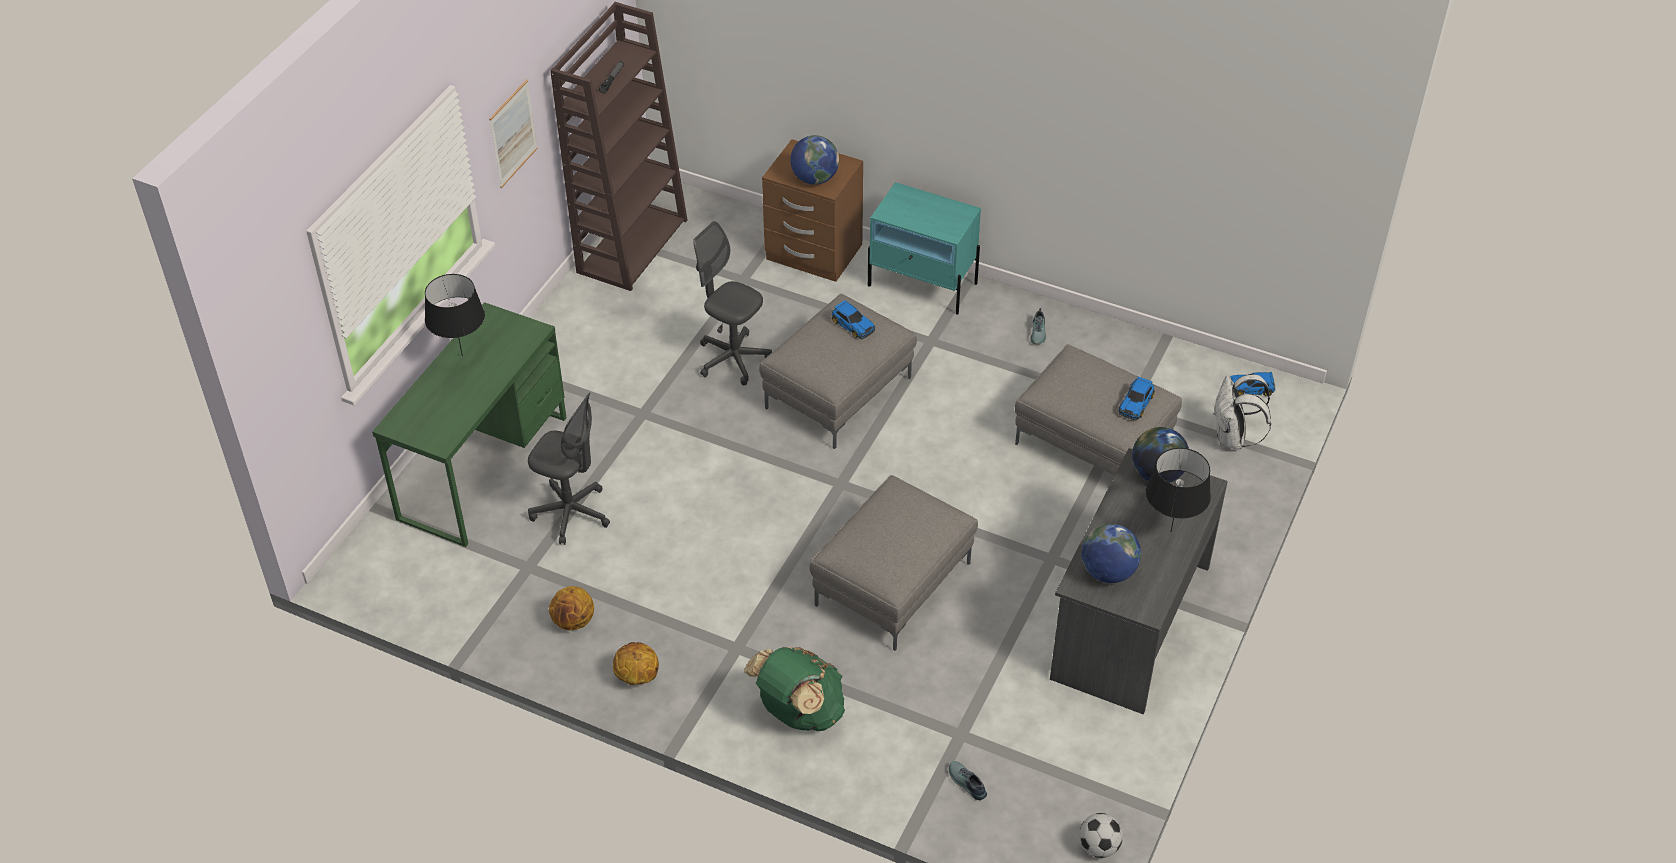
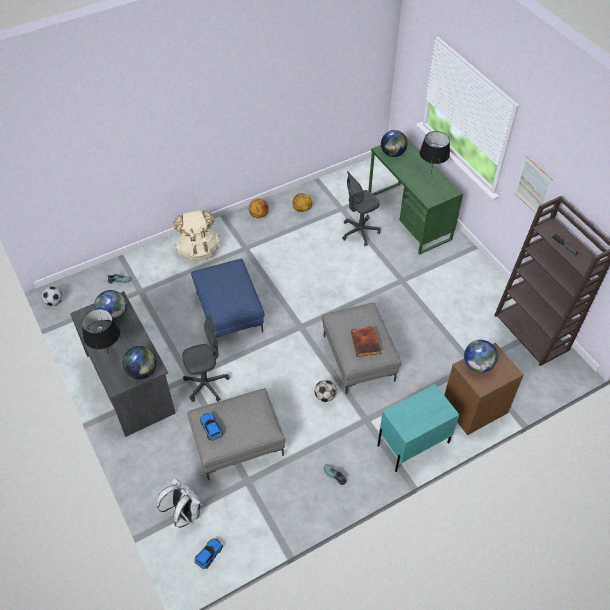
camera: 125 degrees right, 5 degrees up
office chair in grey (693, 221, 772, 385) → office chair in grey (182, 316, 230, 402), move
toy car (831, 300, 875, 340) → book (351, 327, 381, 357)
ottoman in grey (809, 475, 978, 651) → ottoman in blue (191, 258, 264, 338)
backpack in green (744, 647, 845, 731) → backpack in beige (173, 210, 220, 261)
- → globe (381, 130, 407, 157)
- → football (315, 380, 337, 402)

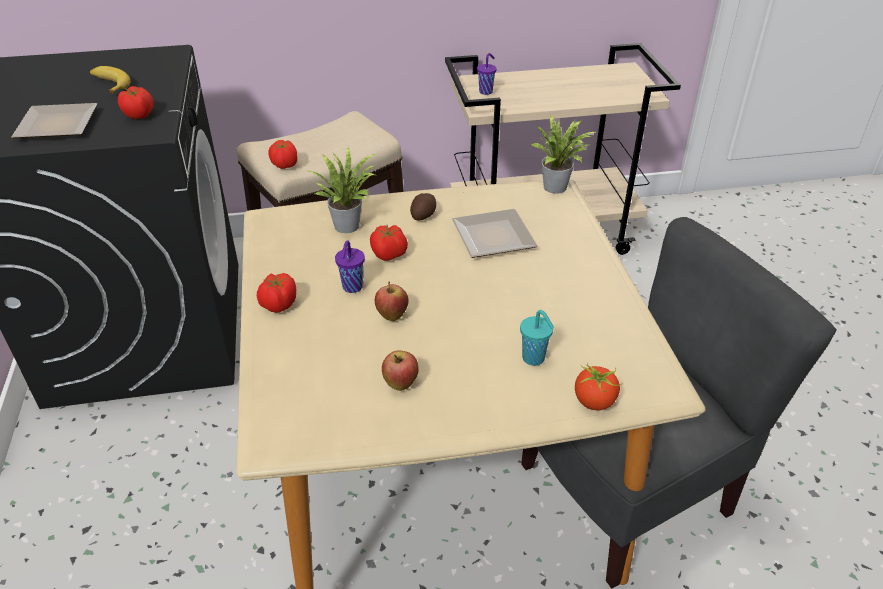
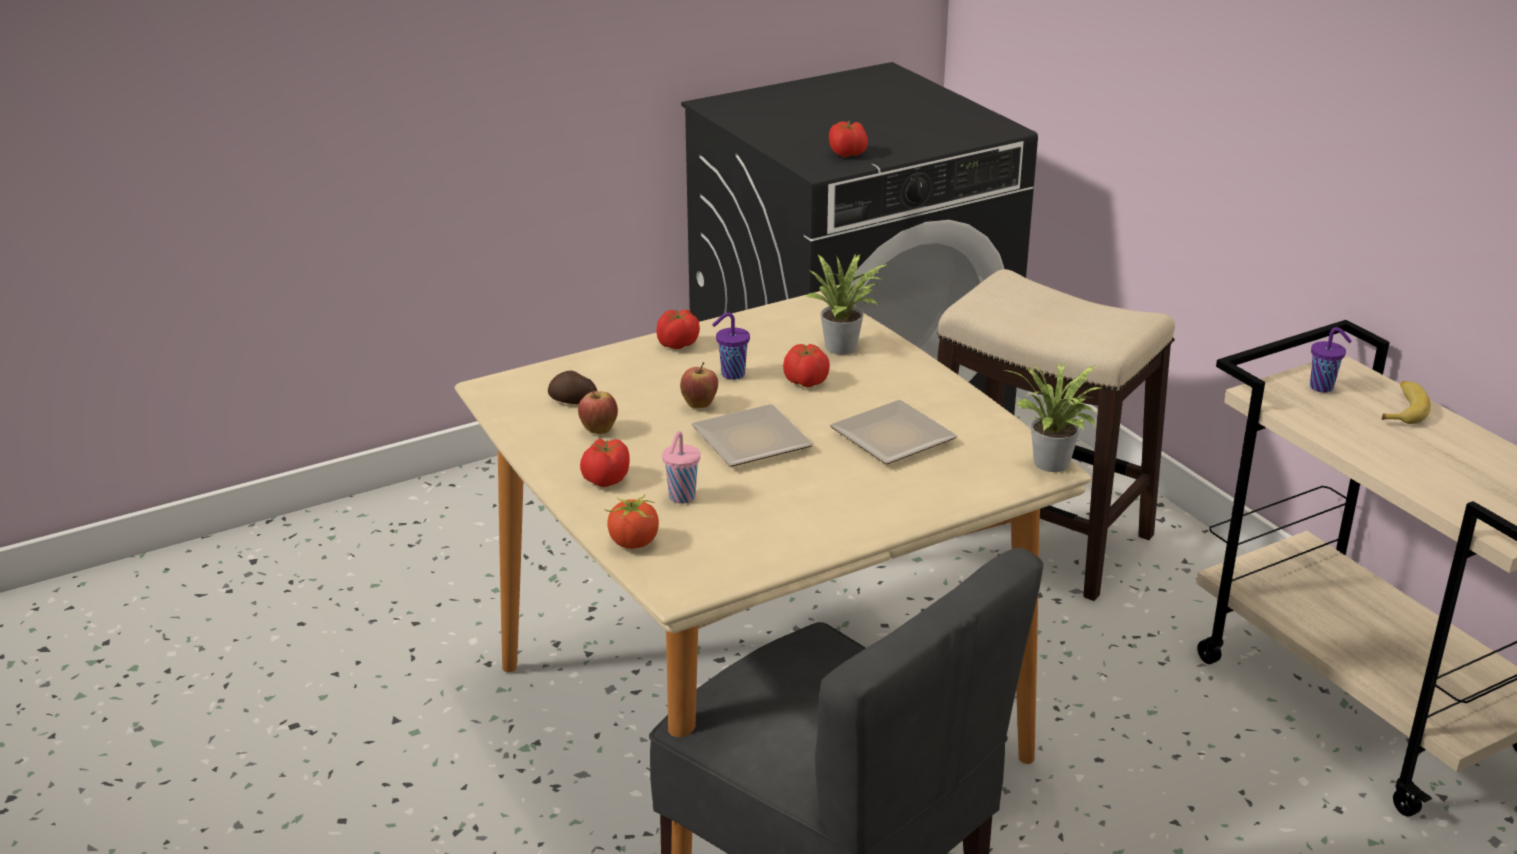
camera: 70 degrees right, 10 degrees down
banana (90, 66, 131, 94) → banana (1382, 381, 1431, 424), move
plate (12, 103, 97, 138) → plate (691, 404, 813, 467), move
tomato (268, 140, 298, 169) → tomato (580, 439, 630, 487), move
potato (410, 193, 436, 221) → potato (548, 371, 597, 404), move
cup in turquoise (520, 310, 554, 366) → cup in pink (662, 431, 700, 504)

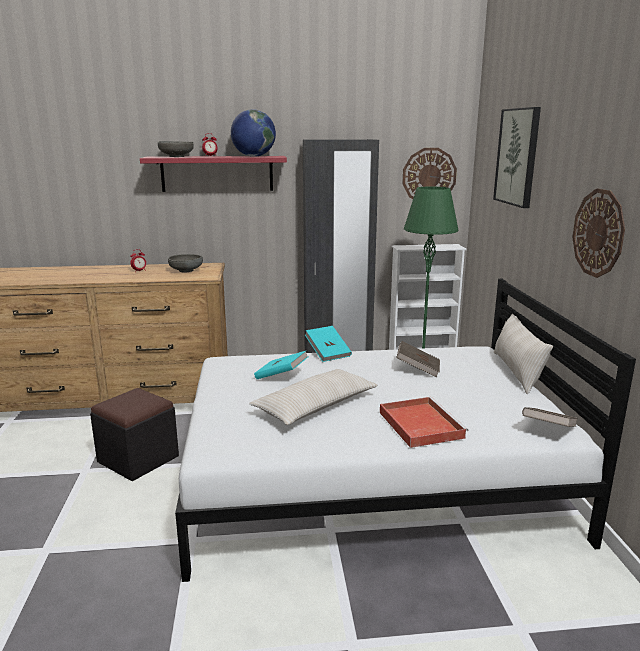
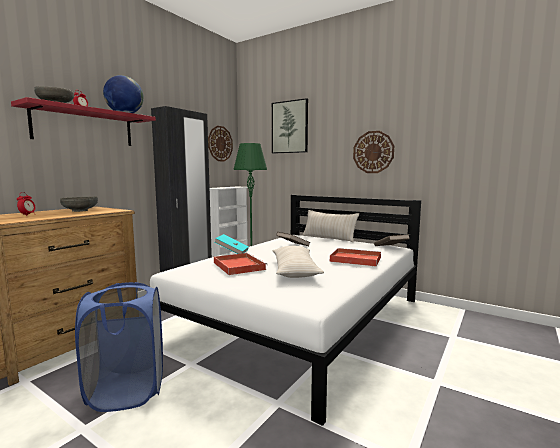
camera: 50 degrees left, 10 degrees down
book in turquoise (254, 351, 309, 379) → tray in red (214, 253, 267, 275)
ottoman in black (90, 388, 179, 481) → laundry basket in blue (75, 282, 163, 412)

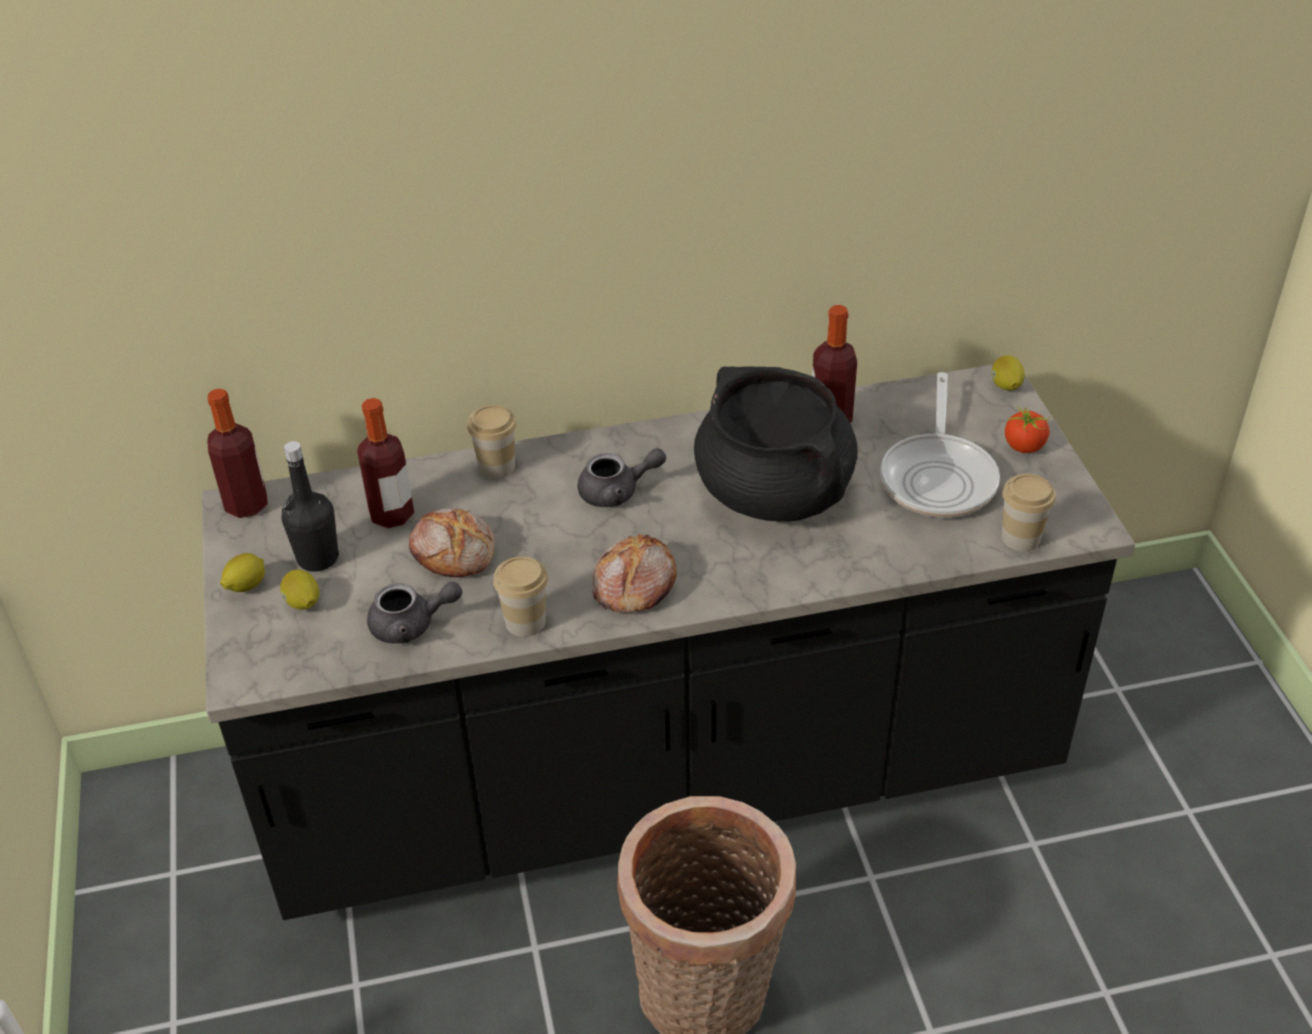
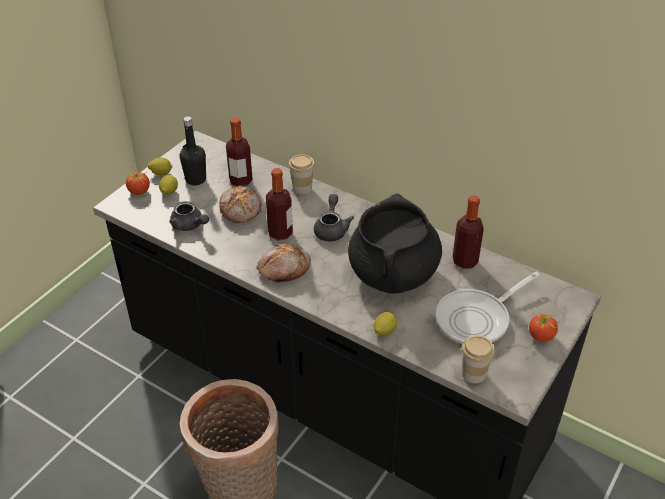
camera: 45 degrees right, 0 degrees up
lemon (991, 355, 1025, 391) → lemon (374, 312, 397, 335), move
bottle (207, 389, 268, 518) → bottle (266, 168, 293, 240), move
teapot in grey (578, 448, 666, 507) → teapot in grey (314, 194, 354, 242), 120 degrees counterclockwise
cup (493, 557, 548, 637) → -
- → tomato (124, 168, 150, 195)

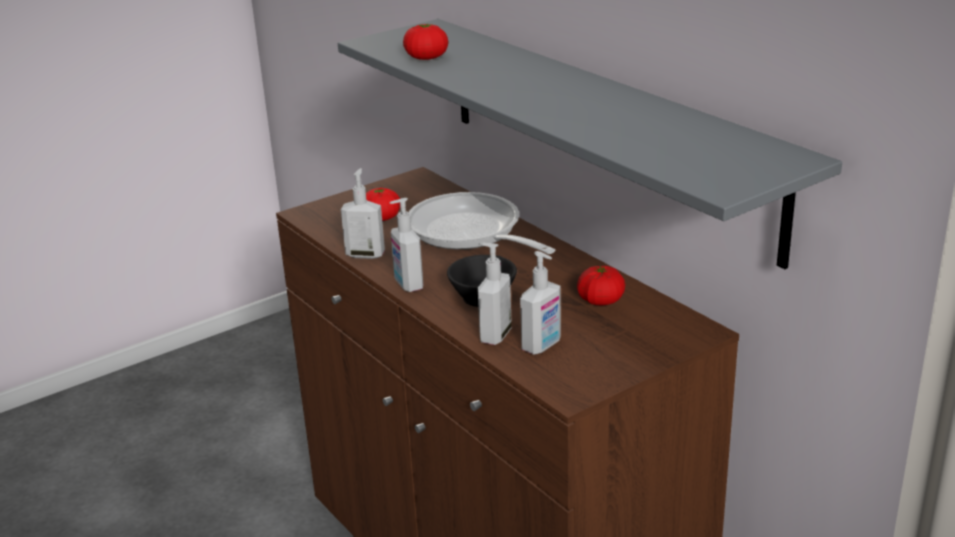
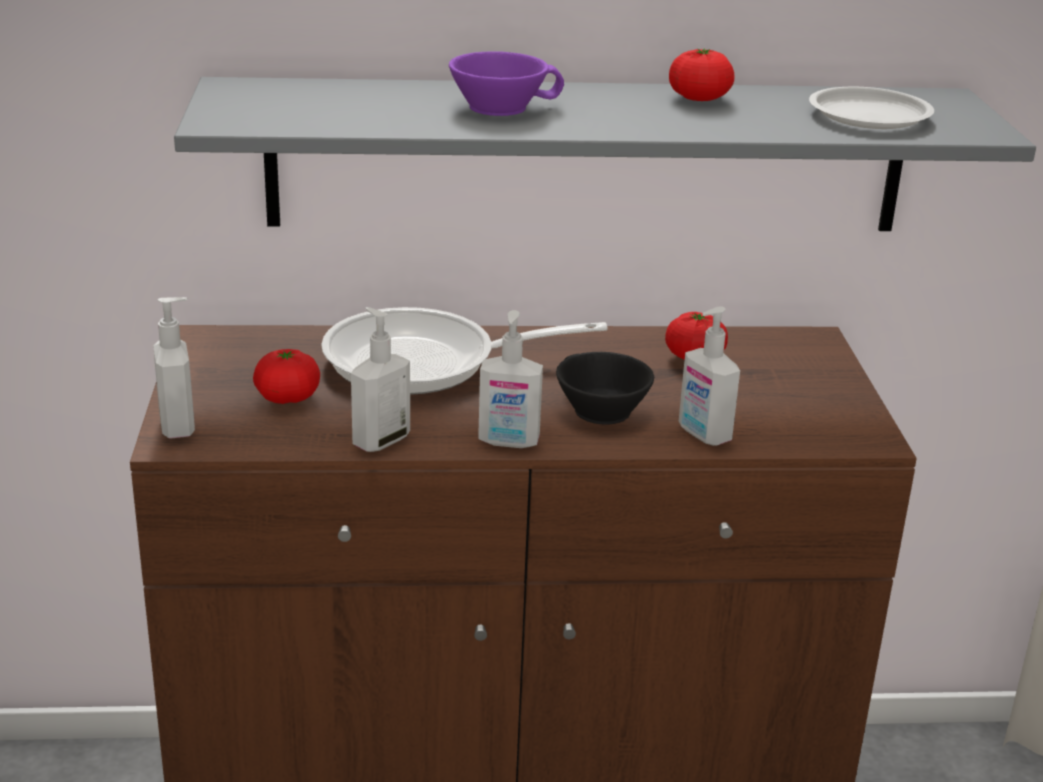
camera: 60 degrees left, 0 degrees up
tomato (403, 24, 448, 60) → tomato (669, 48, 735, 101), move
soap dispenser (520, 251, 561, 355) → soap dispenser (153, 297, 195, 438), move
- → cup in purple (449, 51, 564, 116)
- → plate in white (809, 87, 934, 129)

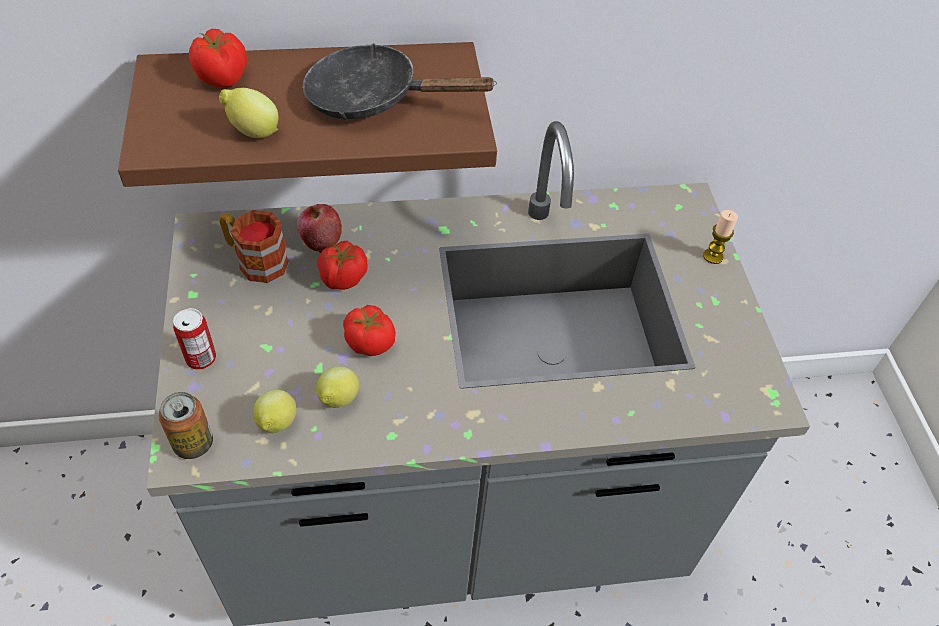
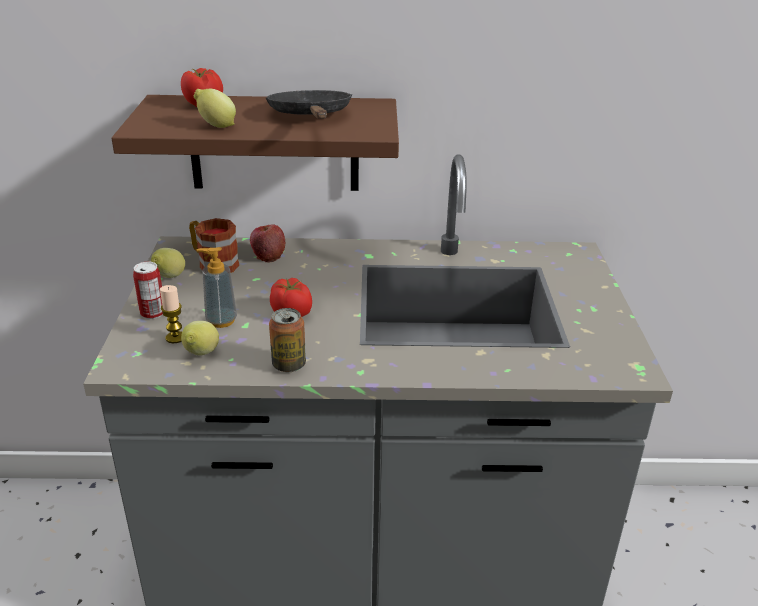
camera: 10 degrees right, 20 degrees down
frying pan in black (303, 43, 497, 119) → frying pan in black (266, 90, 352, 119), 60 degrees clockwise
candle (703, 210, 738, 264) → candle (160, 285, 182, 343), move
tomato (317, 241, 368, 290) → -
lemon (316, 366, 359, 408) → lemon (151, 248, 185, 278), move
can (159, 392, 213, 459) → can (269, 308, 306, 372), move
- → soap dispenser (196, 247, 237, 328)

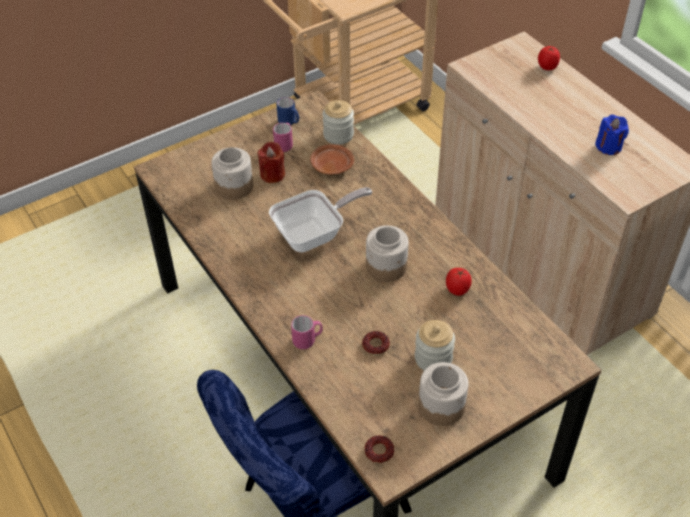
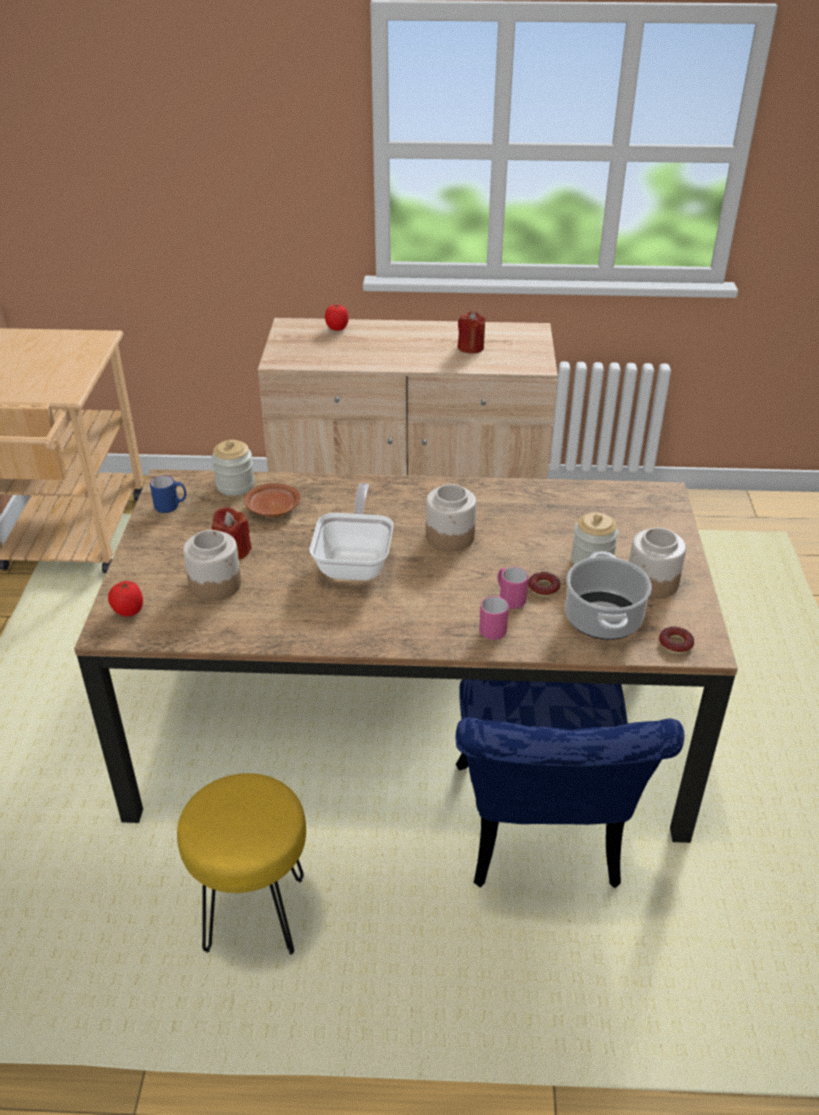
camera: 55 degrees left, 10 degrees down
candle in blue (595, 114, 629, 155) → candle in red (458, 311, 486, 353)
mug in pink (273, 123, 293, 152) → mug in pink (497, 567, 529, 609), move
tomato (446, 268, 472, 296) → tomato (108, 581, 143, 616), move
- → cooking pot (565, 551, 652, 640)
- → stool in yellow (177, 773, 306, 955)

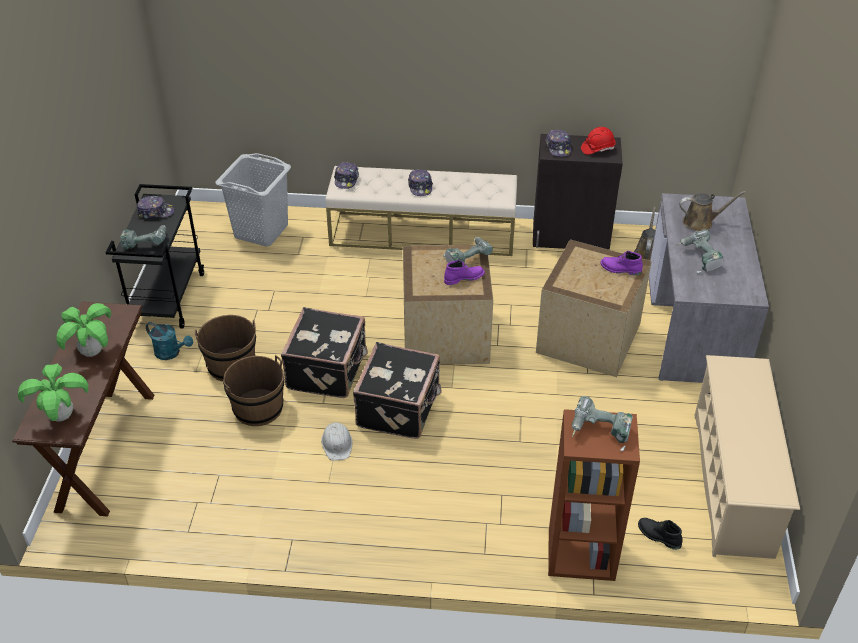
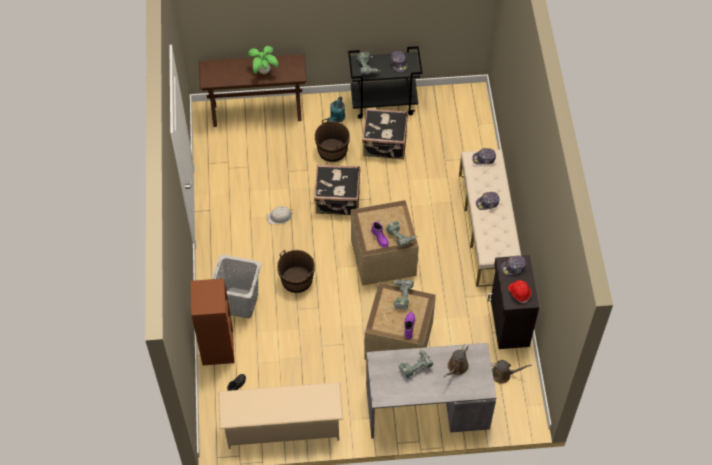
camera: 80 degrees right, 15 degrees up
laundry basket in grey (215, 153, 291, 246) → laundry basket in grey (212, 255, 261, 318), move
watering can in brown (679, 191, 746, 231) → watering can in brown (444, 344, 469, 377), 45 degrees clockwise
suitcase in black (353, 342, 442, 439) → suitcase in black (362, 108, 408, 159), move
bucket in brown (223, 355, 285, 426) → bucket in brown (277, 250, 315, 293), move
potted plant (18, 363, 88, 422) → -
power drill (572, 396, 633, 451) → power drill (389, 279, 414, 309), move

